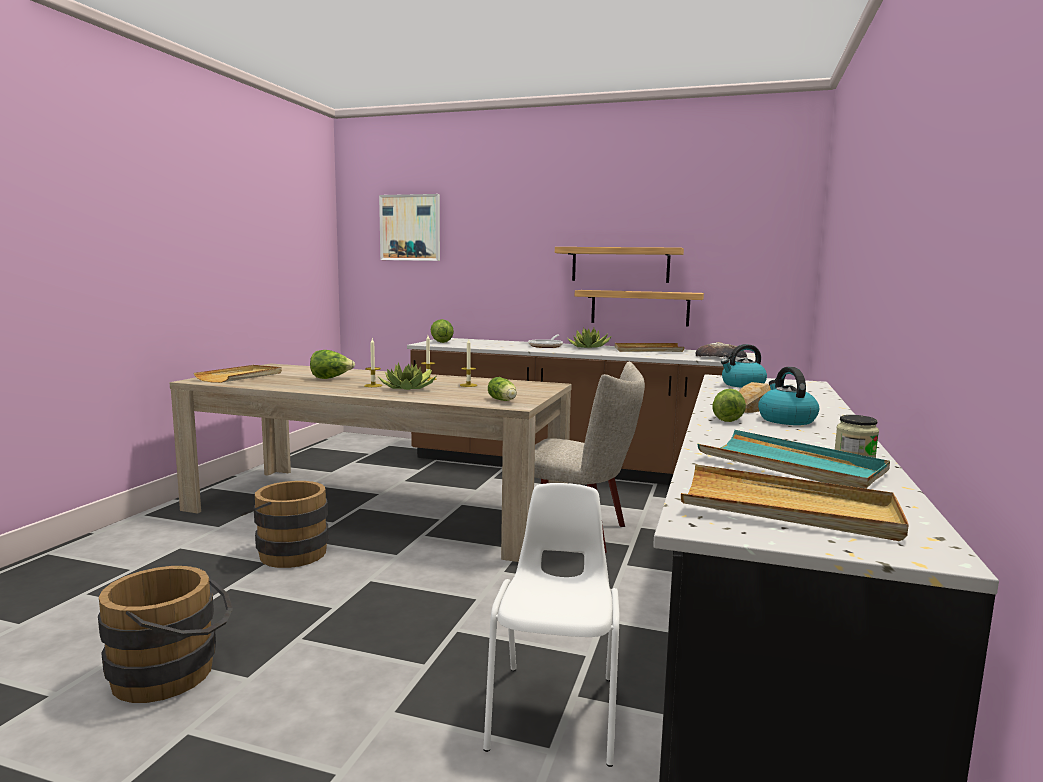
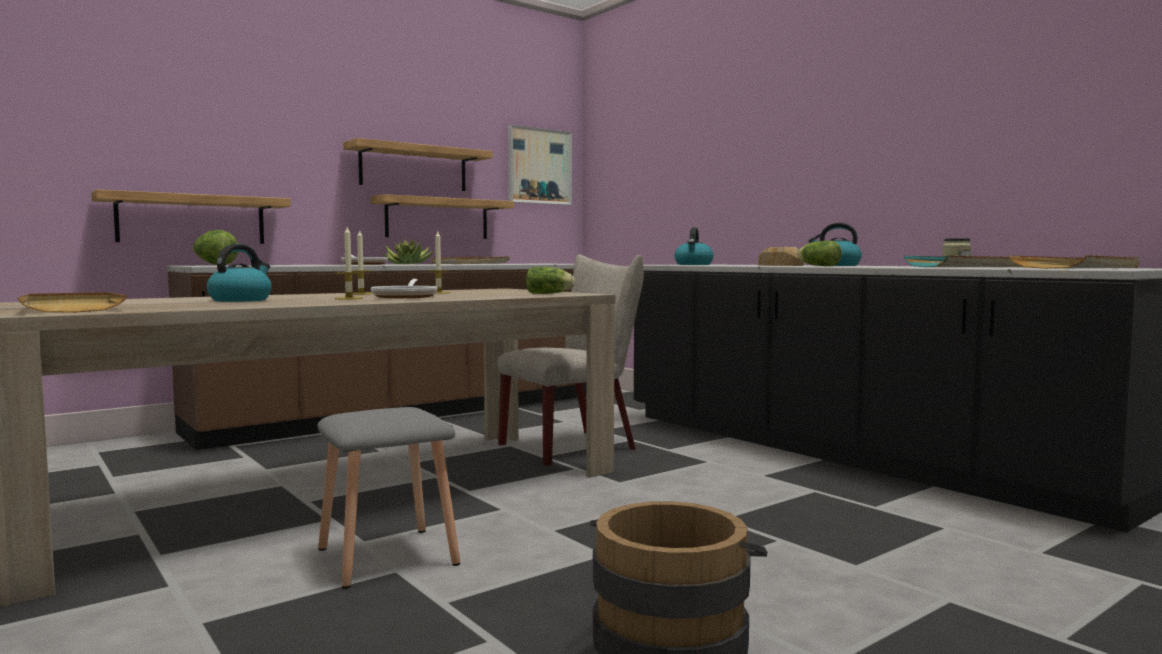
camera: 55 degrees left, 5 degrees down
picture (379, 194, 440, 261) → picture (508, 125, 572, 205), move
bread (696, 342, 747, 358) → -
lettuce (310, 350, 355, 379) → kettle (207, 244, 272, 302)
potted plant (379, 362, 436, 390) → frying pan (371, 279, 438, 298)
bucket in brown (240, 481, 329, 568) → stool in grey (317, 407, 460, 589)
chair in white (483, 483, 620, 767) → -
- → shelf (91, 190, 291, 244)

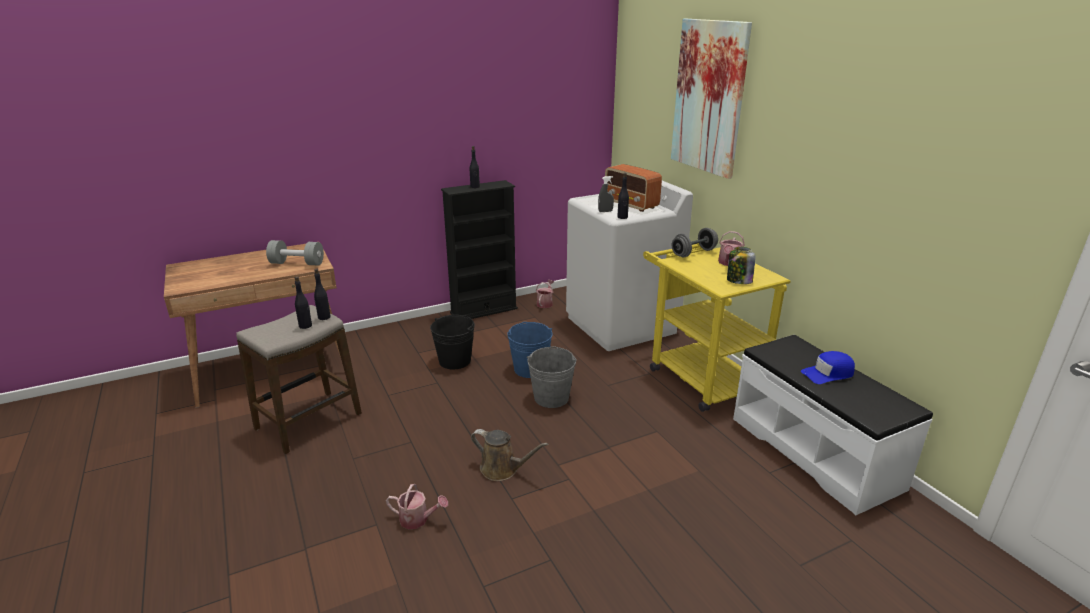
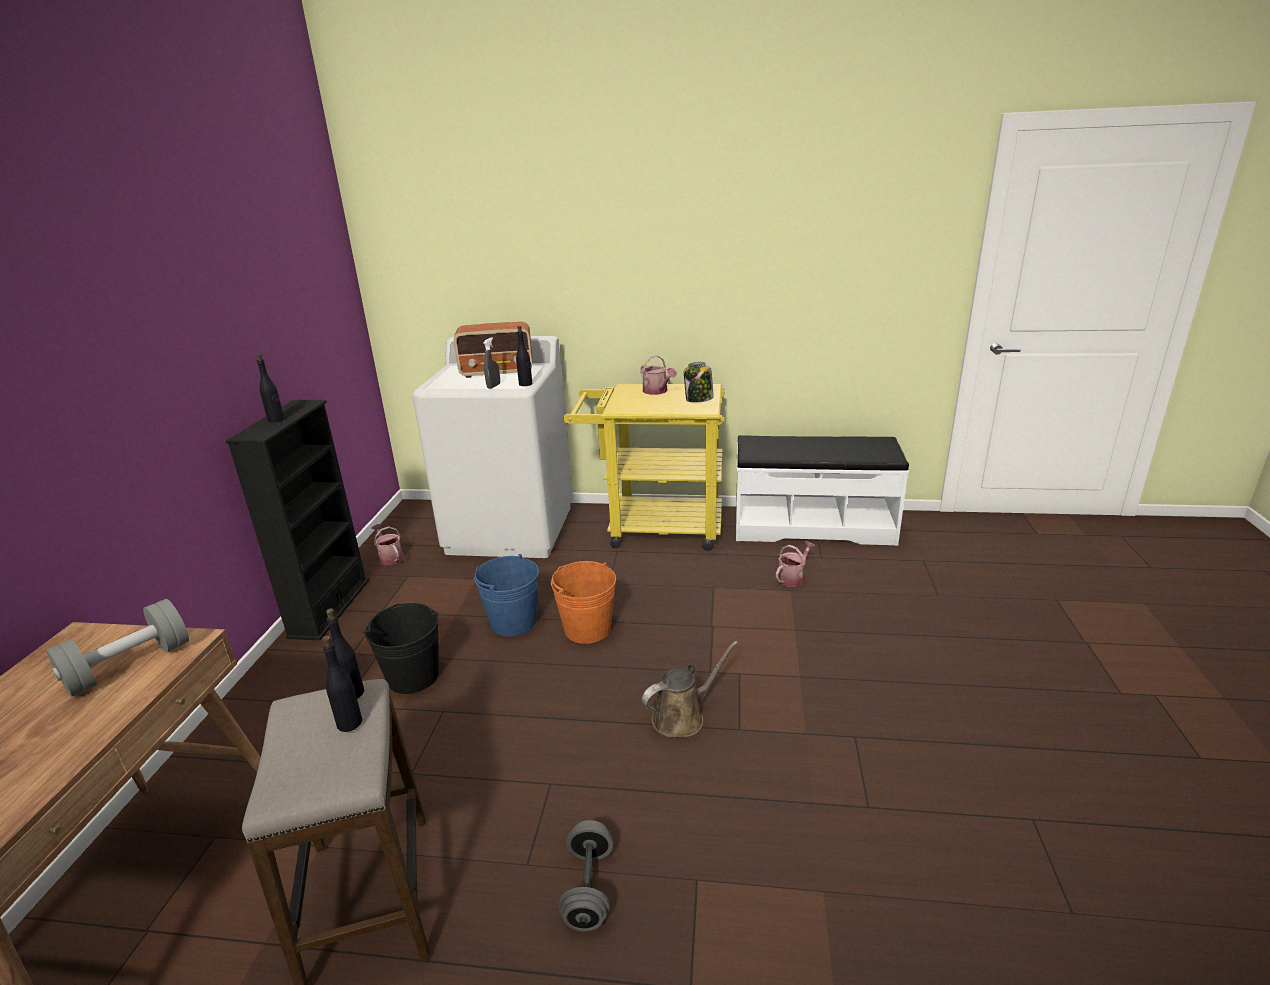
camera: 55 degrees left, 0 degrees up
picture (671, 19, 752, 179) → -
dumbbell in grey (672, 228, 718, 257) → dumbbell in grey (559, 820, 613, 932), move
bucket in grey (527, 346, 577, 408) → bucket in orange (551, 561, 616, 644)
cap in blue (801, 351, 855, 384) → -
watering can (386, 484, 448, 529) → watering can (776, 541, 815, 587), move

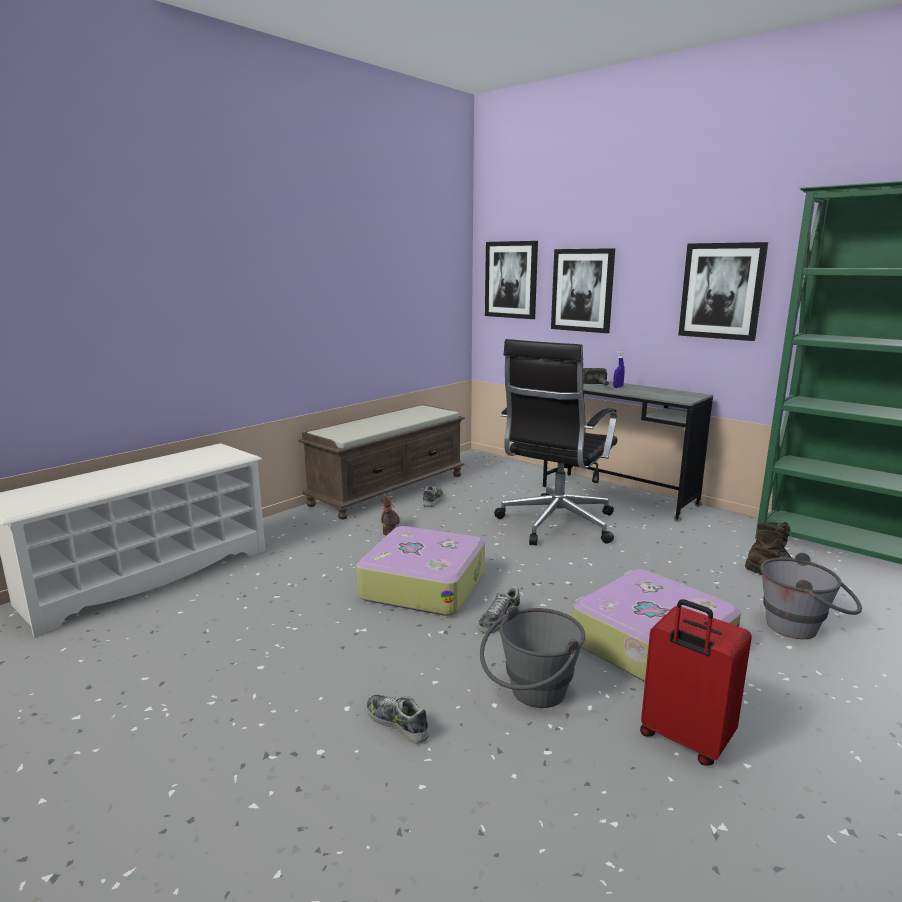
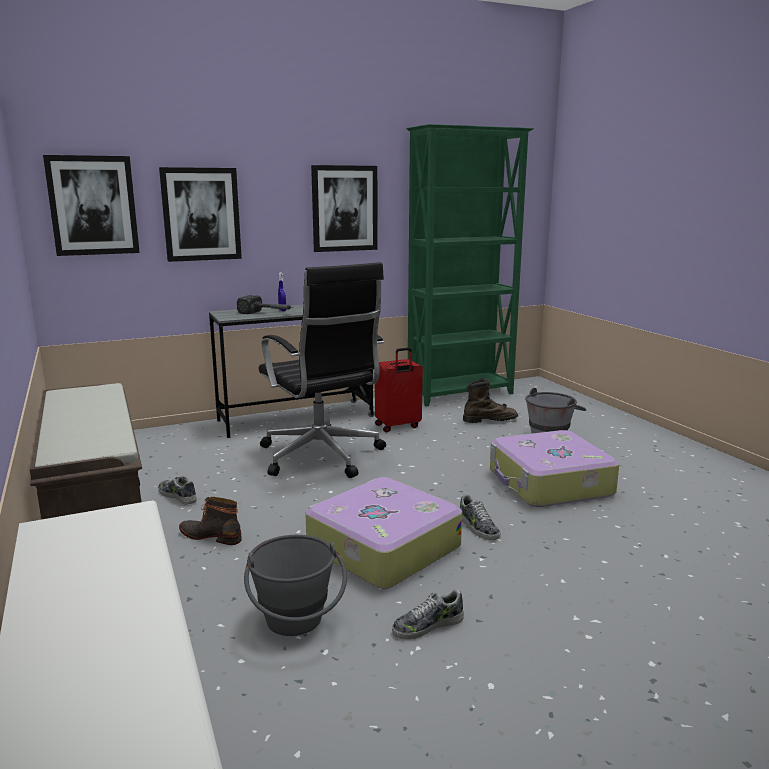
camera: 65 degrees left, 0 degrees up
suitcase in red (640, 599, 752, 766) → suitcase in red (375, 347, 423, 432), move
bucket in grey (480, 605, 585, 708) → bucket in grey (244, 535, 347, 636), move
shoe (366, 695, 429, 744) → shoe (392, 589, 464, 639), move

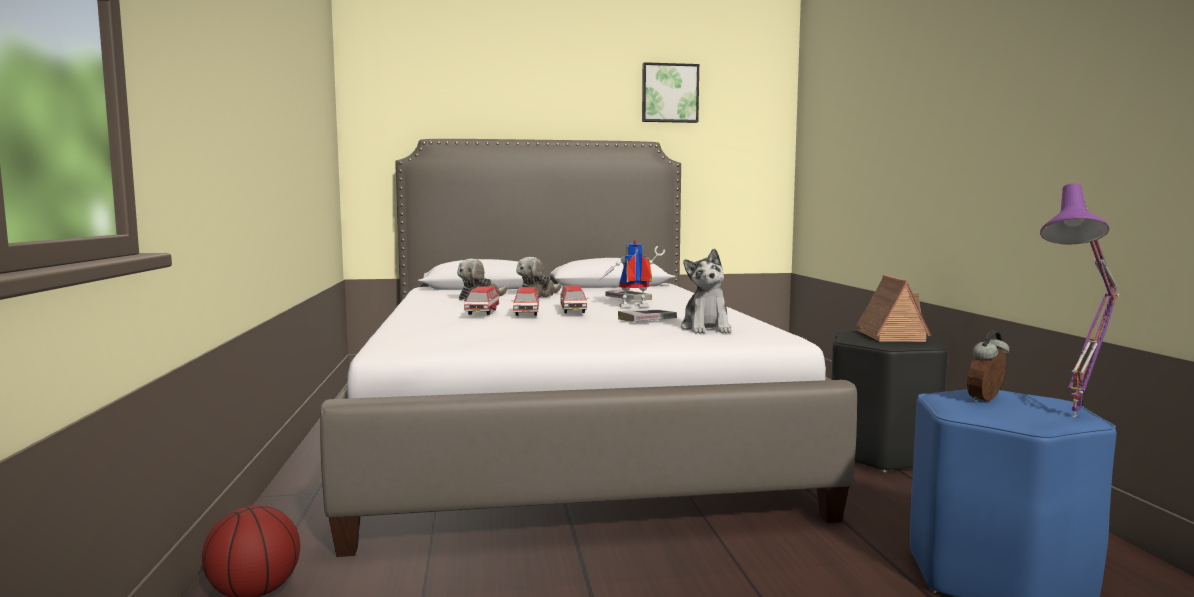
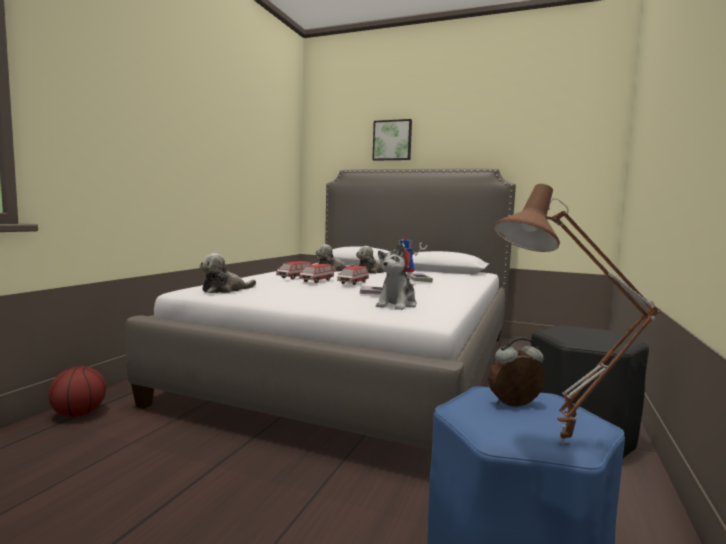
camera: 30 degrees right, 0 degrees up
picture (642, 62, 699, 123) → picture (372, 119, 412, 161), move
table lamp in purple (1040, 183, 1119, 417) → table lamp in brown (494, 184, 660, 444)
toy house (856, 275, 931, 342) → -
- → plush toy (199, 253, 256, 293)

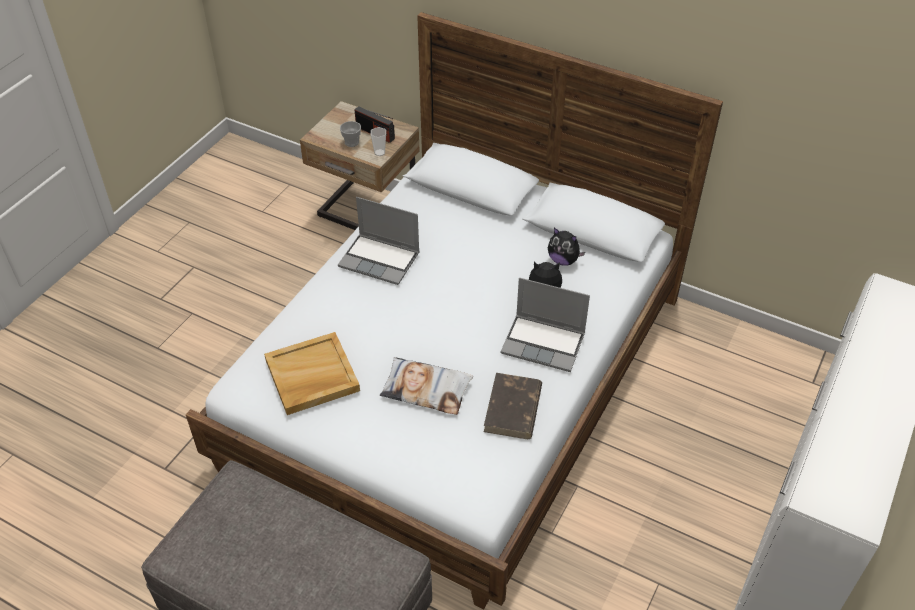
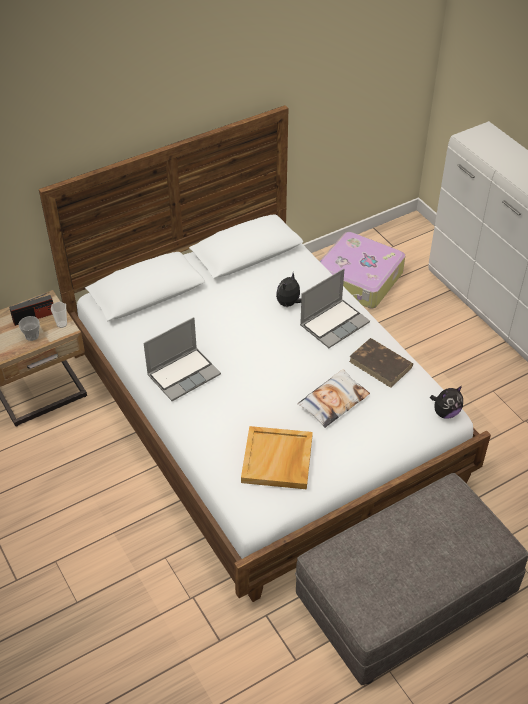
camera: 60 degrees left, 0 degrees up
plush toy (548, 228, 585, 266) → plush toy (430, 386, 463, 419), move
- → suitcase (320, 232, 405, 309)

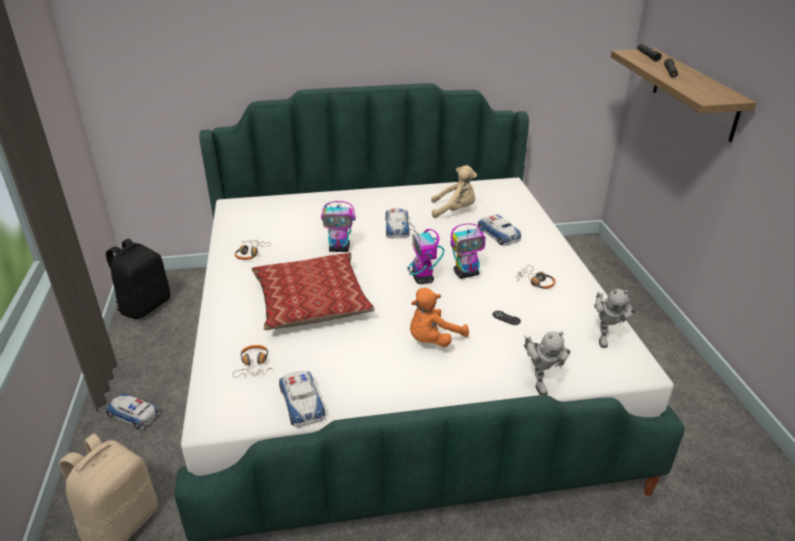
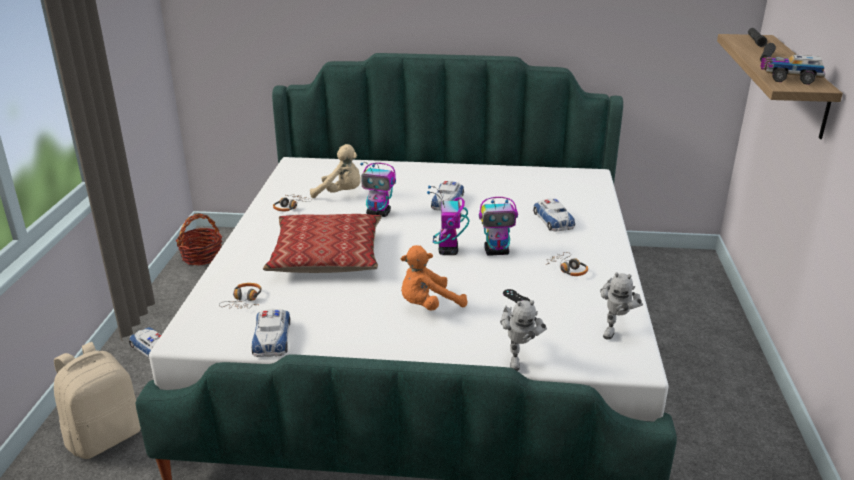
camera: 15 degrees right, 5 degrees down
plush toy in beige (431, 165, 477, 218) → plush toy in beige (310, 144, 361, 198), move
backpack in black (106, 239, 170, 319) → basket (176, 214, 222, 265)
- → toy truck (760, 54, 825, 85)

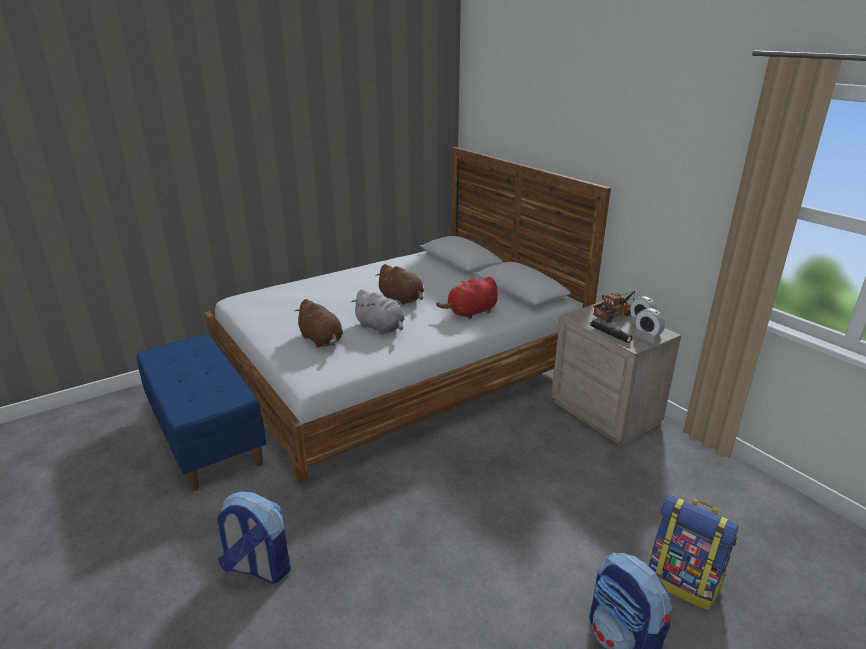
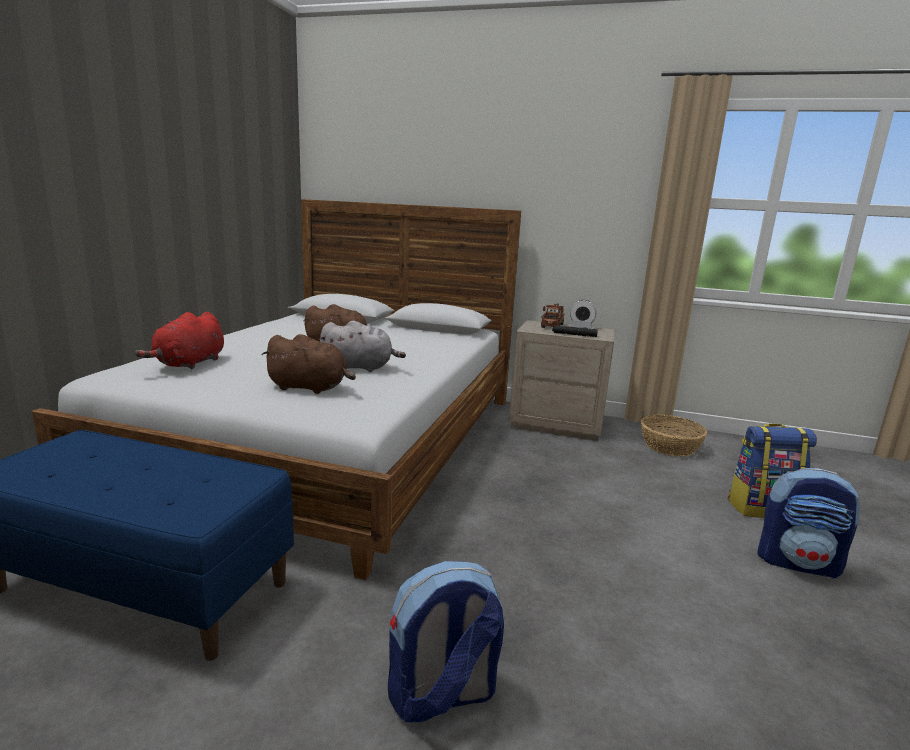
camera: 40 degrees left, 10 degrees down
plush toy in red (436, 277, 498, 320) → plush toy in red (135, 312, 224, 369), move
alarm clock (634, 308, 665, 343) → -
- → basket (641, 414, 707, 457)

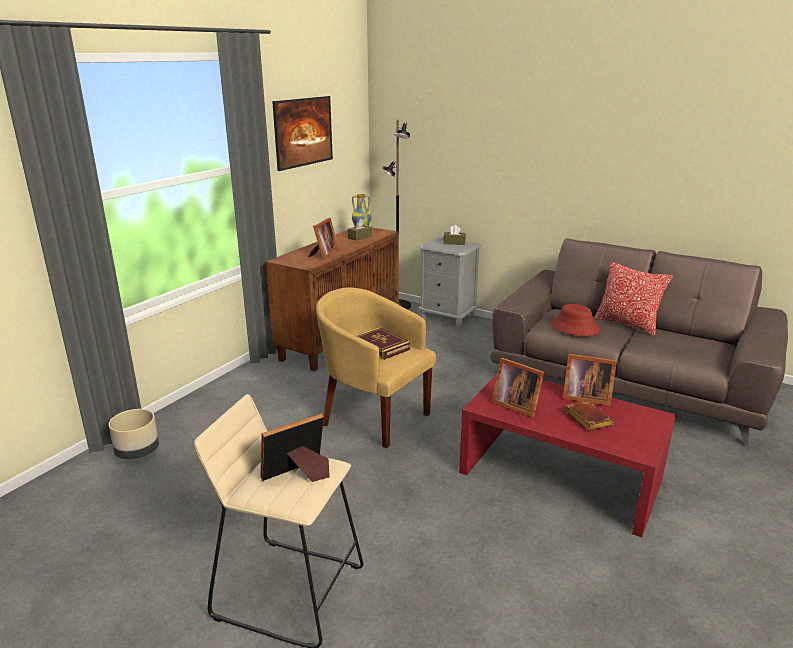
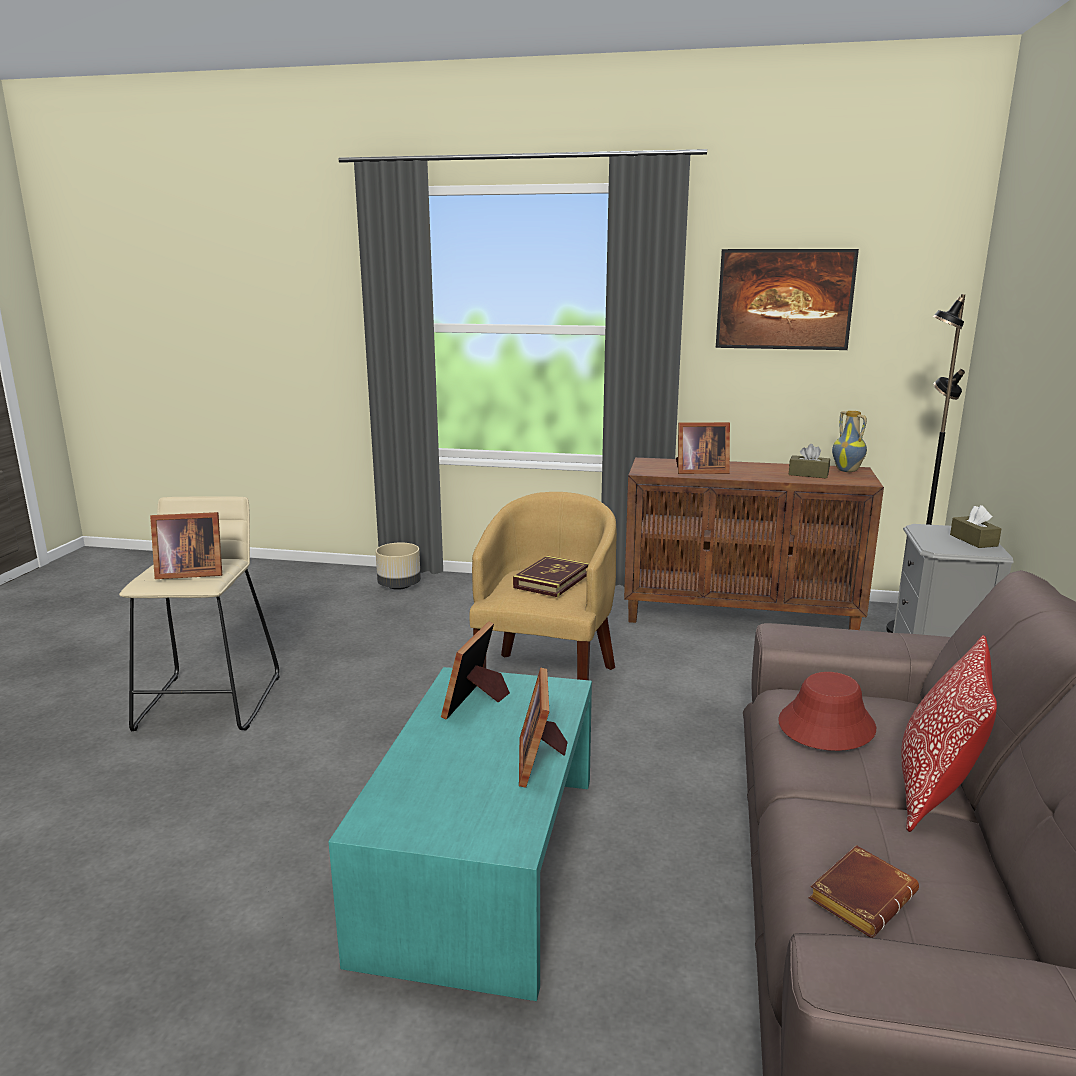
camera: 70 degrees right, 5 degrees down
coffee table in red (459, 374, 676, 537) → coffee table in turquoise (329, 667, 592, 1001)
book in brown (564, 401, 614, 431) → book in brown (808, 845, 919, 938), move
picture frame (260, 414, 330, 482) → picture frame (150, 512, 222, 579), 135 degrees clockwise

